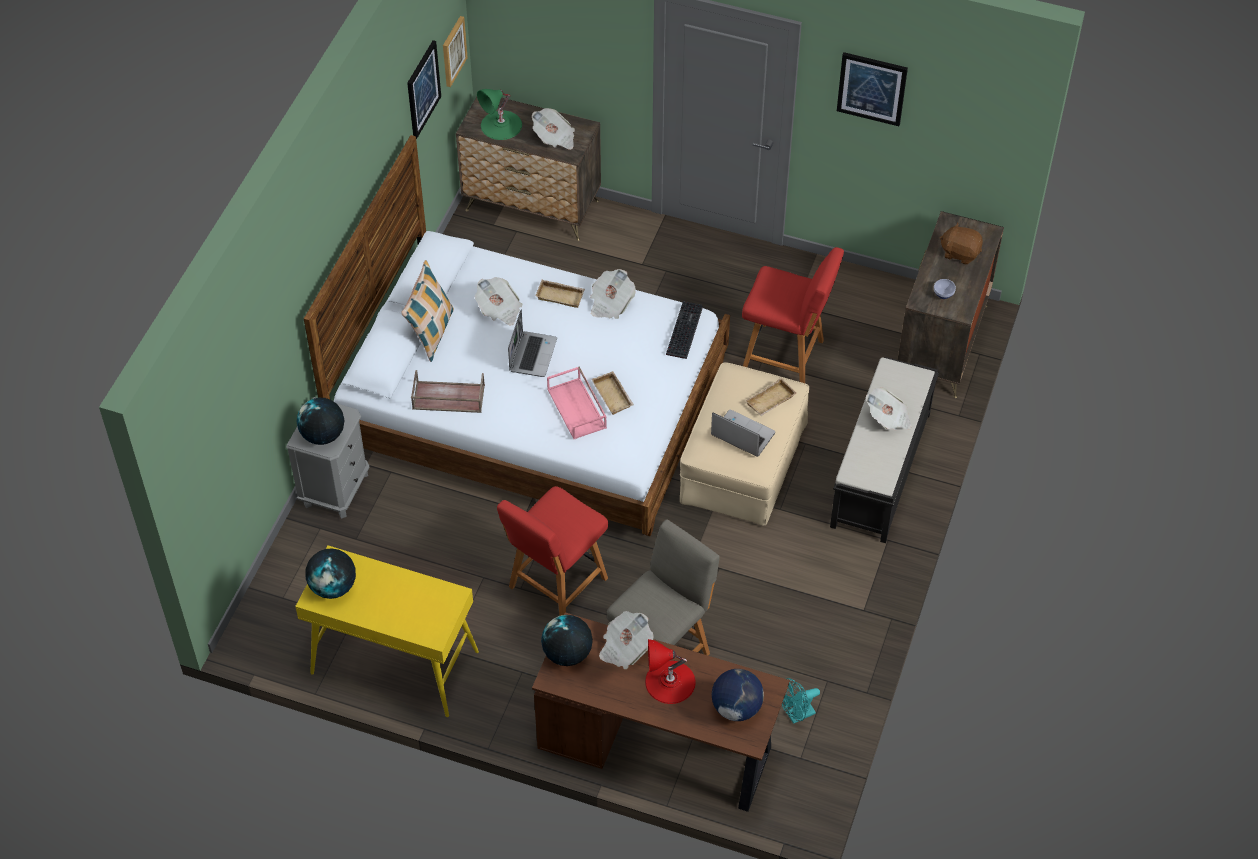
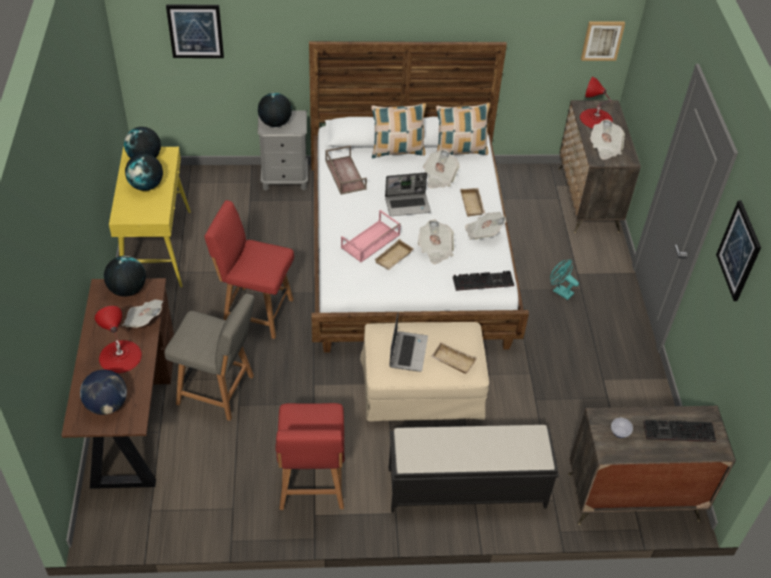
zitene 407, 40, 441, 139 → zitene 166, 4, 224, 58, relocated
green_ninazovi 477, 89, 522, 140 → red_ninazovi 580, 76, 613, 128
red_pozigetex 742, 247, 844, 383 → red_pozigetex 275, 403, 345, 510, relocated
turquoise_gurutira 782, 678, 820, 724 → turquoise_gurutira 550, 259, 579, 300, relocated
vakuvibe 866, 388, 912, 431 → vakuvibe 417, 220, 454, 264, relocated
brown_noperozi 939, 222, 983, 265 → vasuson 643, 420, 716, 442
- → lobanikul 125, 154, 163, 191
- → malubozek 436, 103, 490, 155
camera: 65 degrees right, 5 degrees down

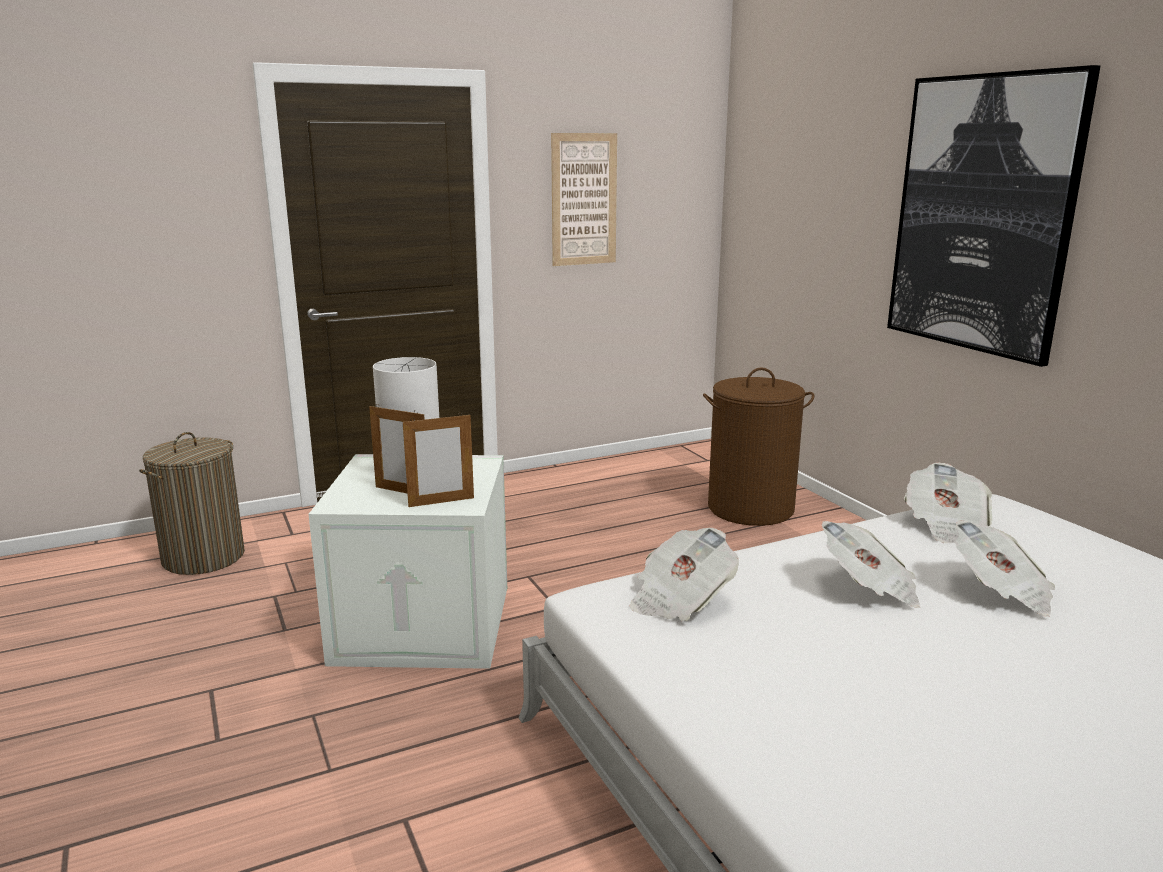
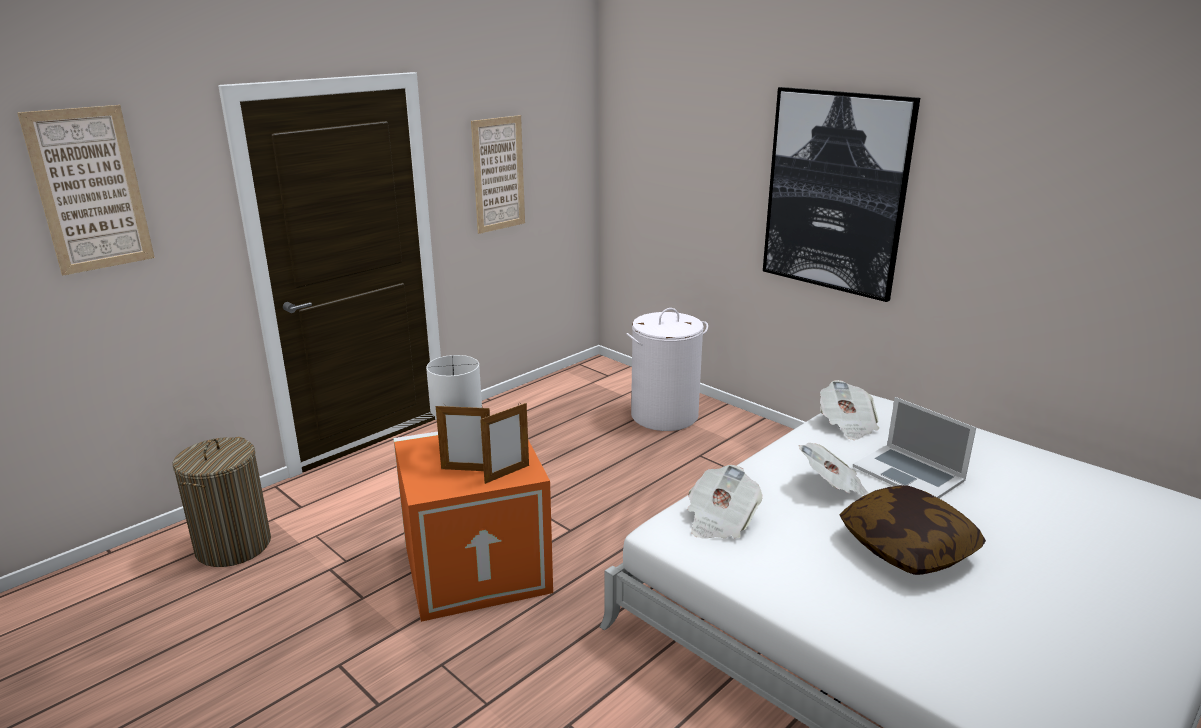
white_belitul 308, 454, 507, 669 → orange_belitul 393, 432, 553, 622
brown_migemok 703, 367, 814, 526 → white_migemok 627, 308, 708, 431
vakuvibe 955, 520, 1055, 617 → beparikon 853, 397, 976, 498
- → zitene 17, 105, 155, 276
- → malubozek 840, 485, 986, 575
camera: 20 degrees left, 5 degrees up

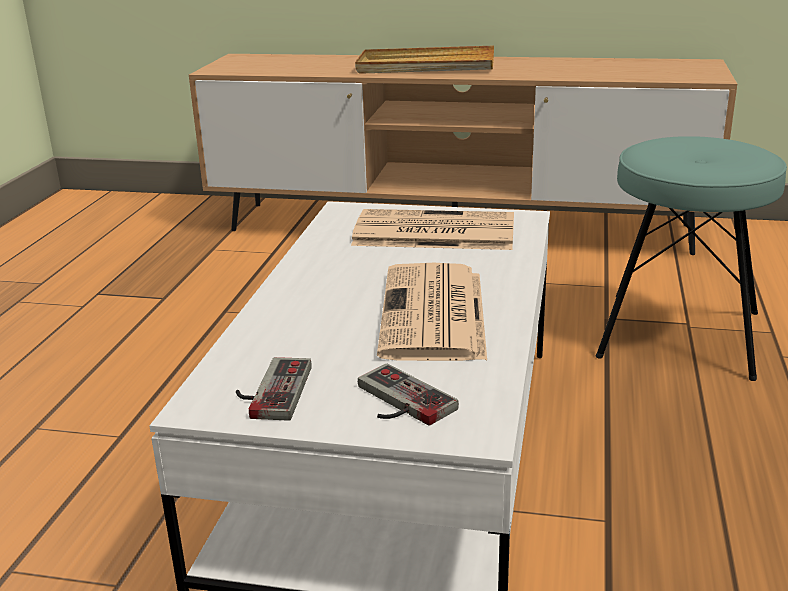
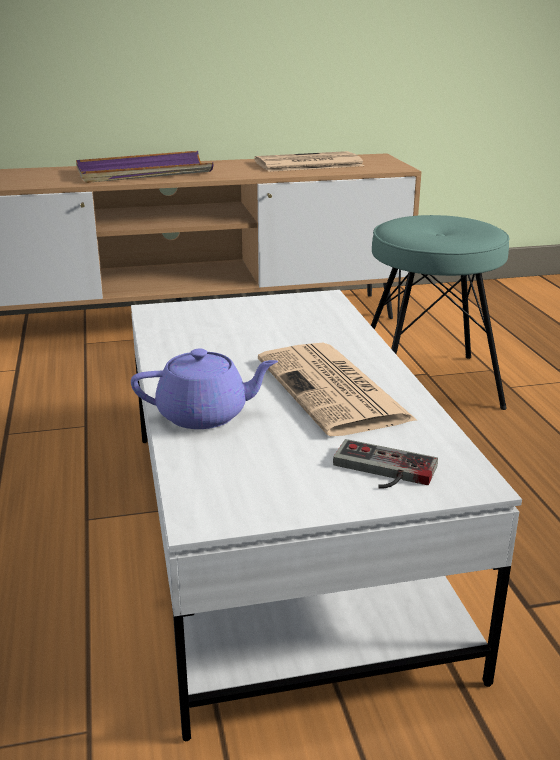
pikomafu 236, 357, 312, 421 → -
vakuvibe 351, 209, 514, 250 → vakuvibe 255, 151, 364, 172, relocated
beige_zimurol 355, 46, 494, 74 → purple_zimurol 76, 151, 213, 183
- → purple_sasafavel 131, 348, 278, 429
camera: 25 degrees left, 0 degrees up

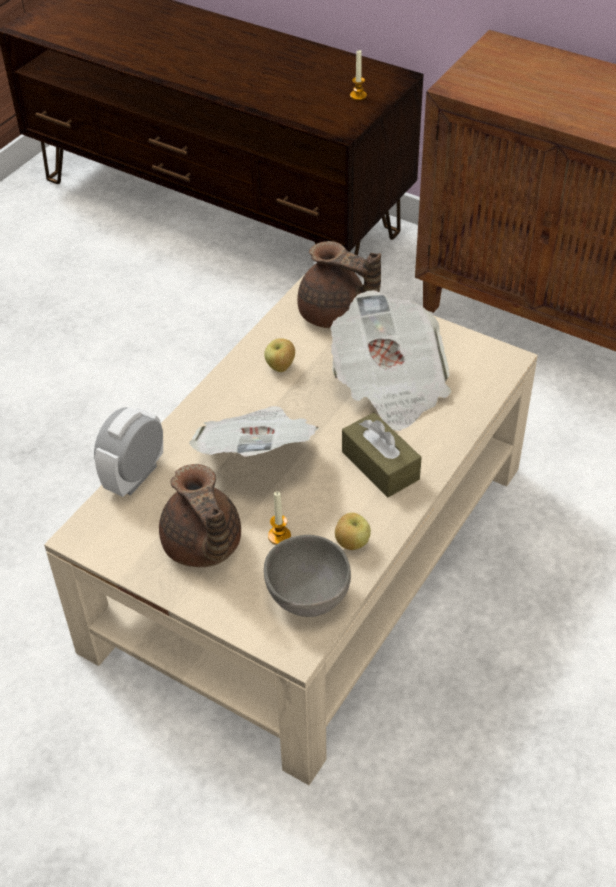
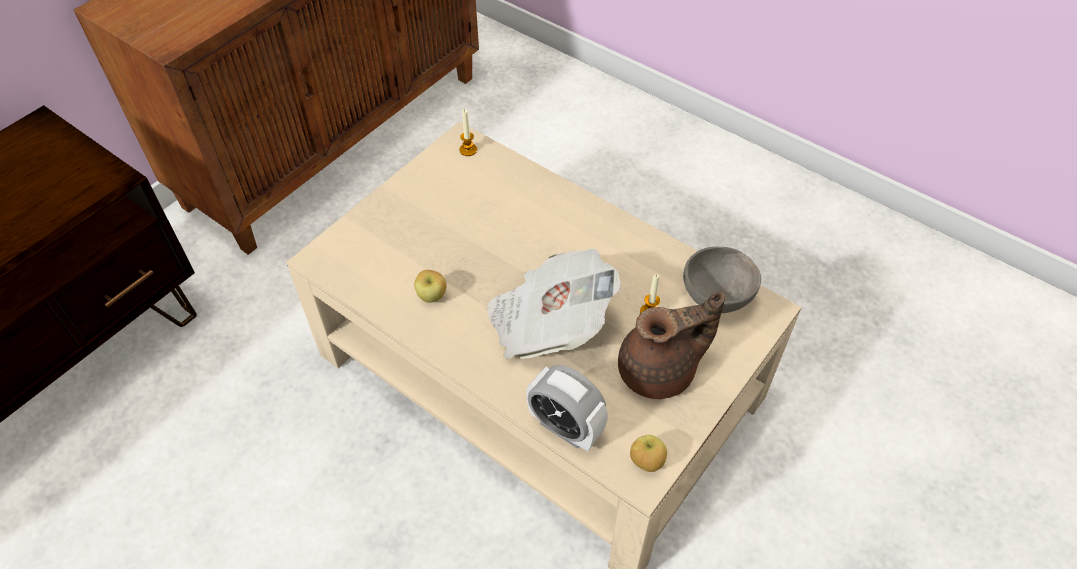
brown_sasafavel 297, 241, 381, 328 → -
vakuvibe 331, 290, 451, 431 → -
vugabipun 335, 513, 371, 550 → vugabipun 630, 435, 667, 472, relocated
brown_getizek 342, 412, 422, 497 → -
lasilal 350, 50, 367, 100 → lasilal 459, 109, 477, 156, relocated
camera: 85 degrees left, 5 degrees up

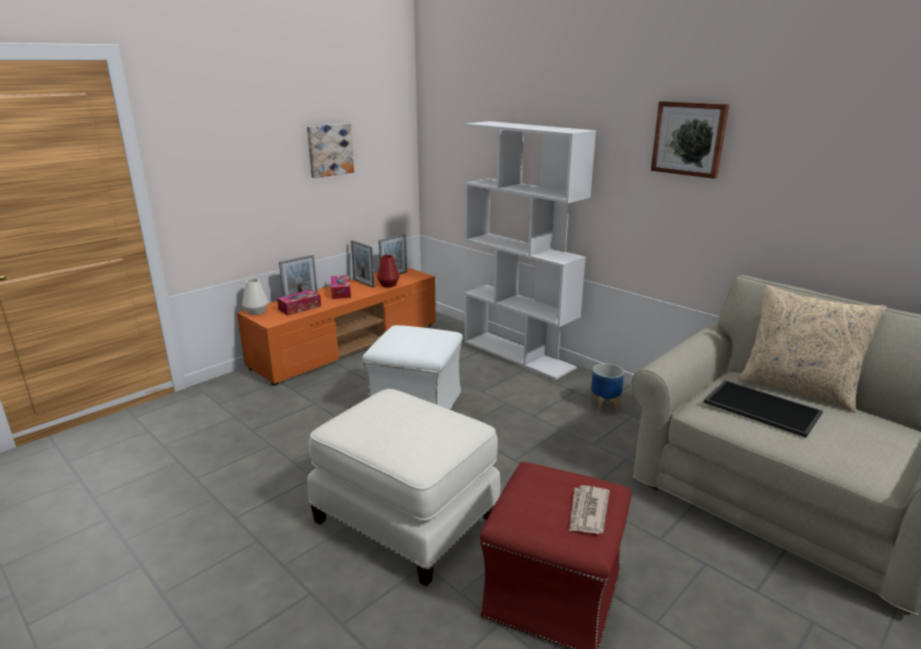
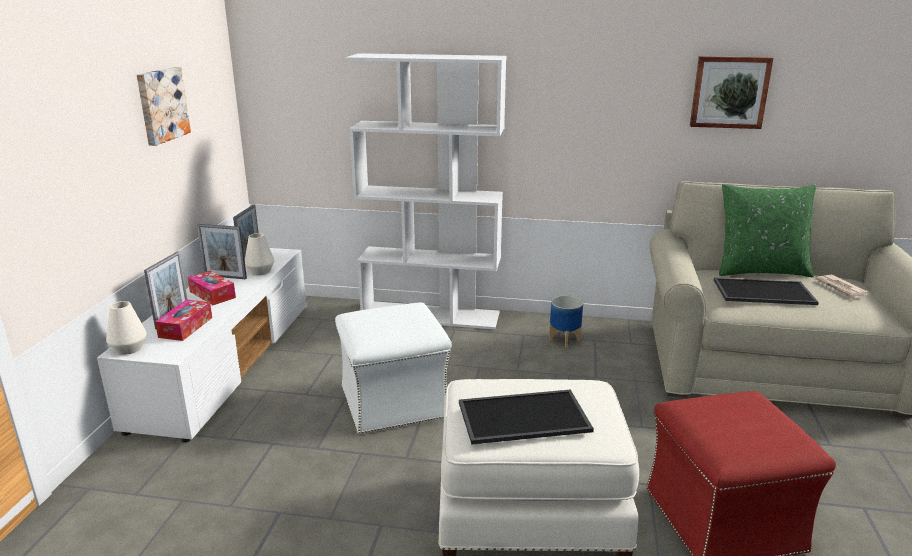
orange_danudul 237, 267, 436, 385 → white_danudul 97, 248, 306, 442
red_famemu 377, 255, 400, 287 → white_famemu 245, 233, 275, 275
vakuvibe 569, 485, 610, 534 → vakuvibe 814, 275, 869, 300, relocated
zitene 651, 101, 729, 179 → zitene 690, 56, 773, 129, relocated
beige_malubozek 738, 285, 886, 413 → green_malubozek 719, 184, 816, 277
- → zimurol 459, 389, 594, 445
camera: 35 degrees left, 0 degrees up

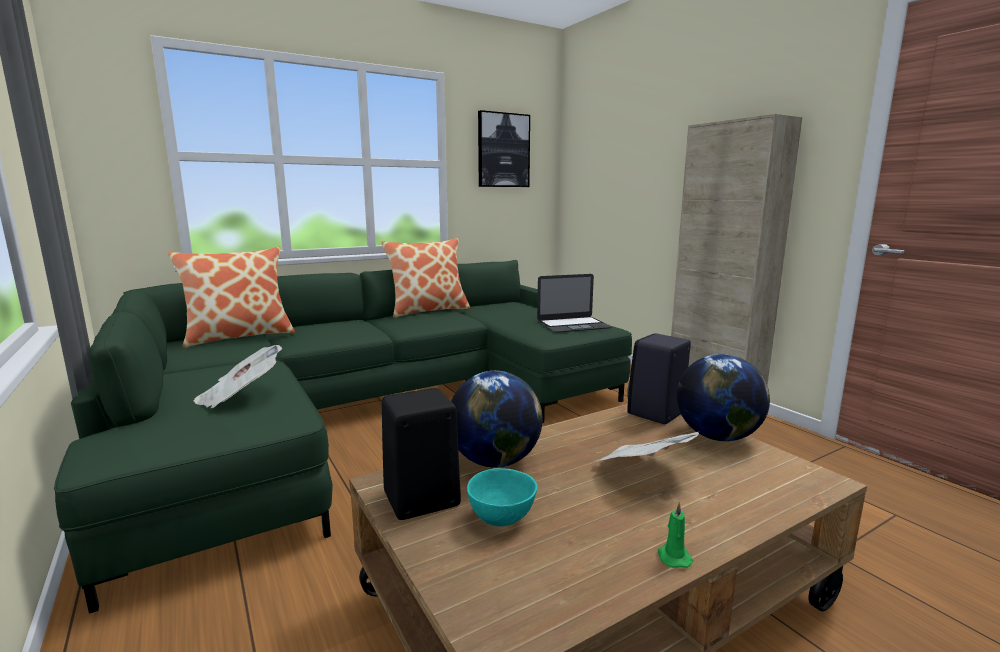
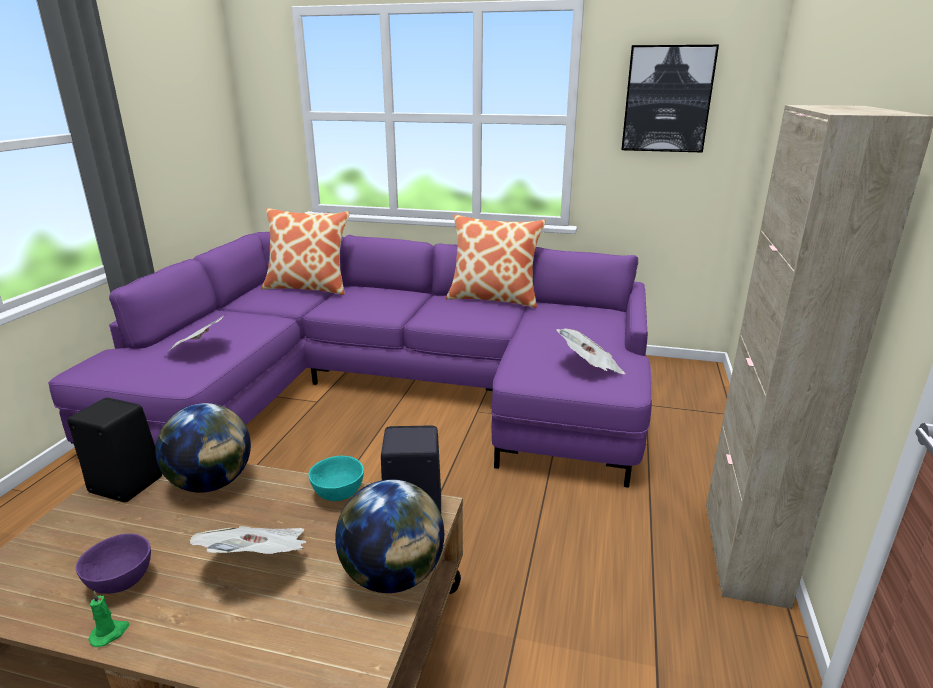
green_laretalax 54, 260, 632, 614 → purple_laretalax 48, 232, 652, 488
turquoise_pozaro 467, 468, 537, 527 → turquoise_pozaro 308, 456, 364, 501, relocated
beparikon 537, 274, 612, 333 → vakuvibe 557, 328, 626, 374
- → purple_pozaro 76, 534, 151, 594
camera: 45 degrees right, 10 degrees up

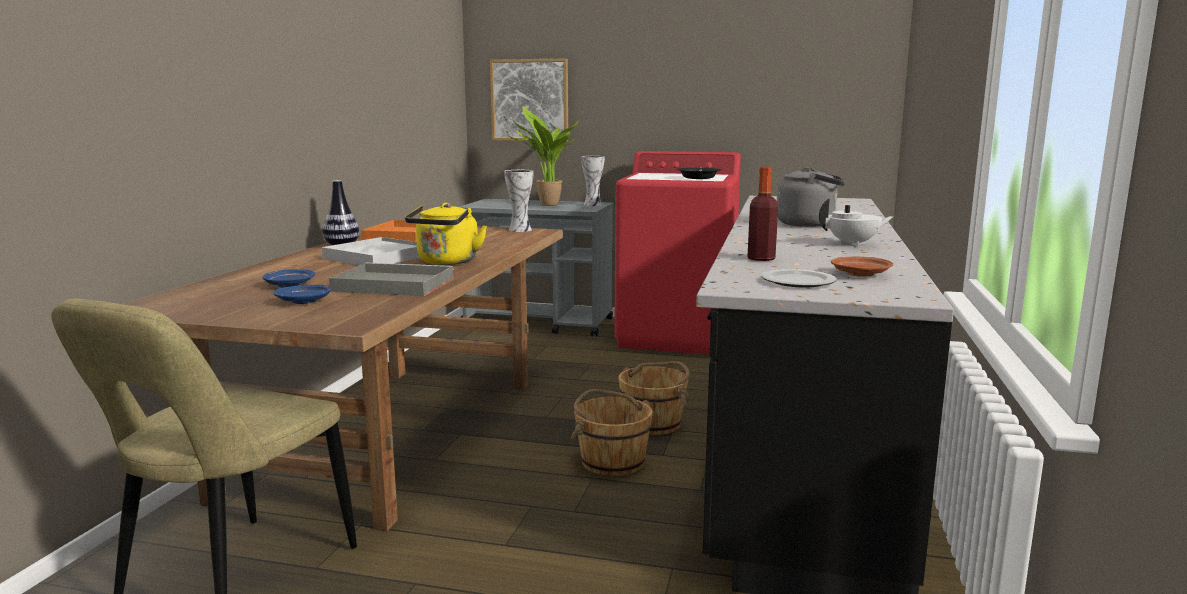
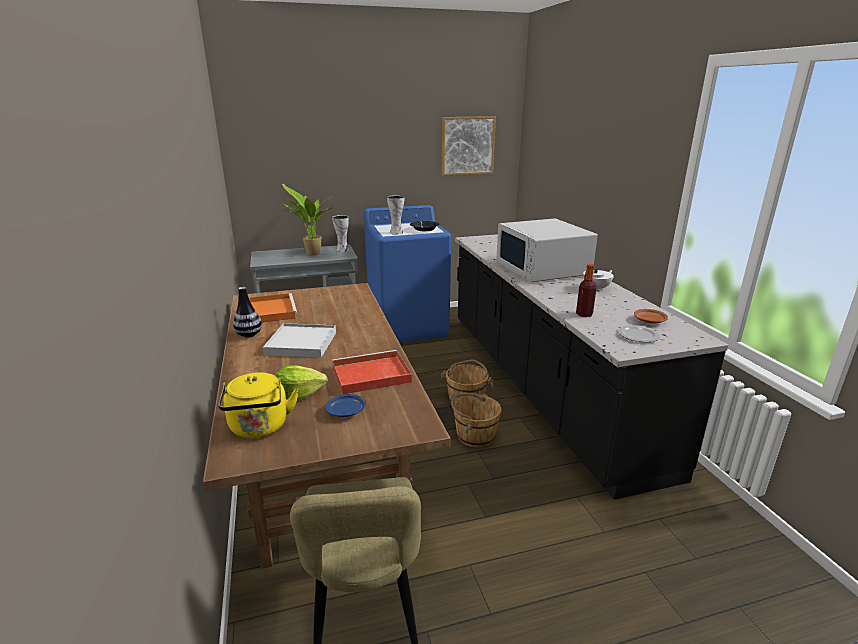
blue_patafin 262, 269, 315, 288 → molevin 274, 366, 328, 401
grey_zimurol 329, 263, 454, 296 → red_zimurol 332, 350, 412, 395
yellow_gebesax 405, 203, 487, 265 → yellow_gebesax 218, 372, 298, 438, relocated
zitene 490, 59, 568, 141 → zitene 442, 116, 496, 176, relocated
famemu 504, 170, 534, 232 → famemu 387, 195, 405, 234, relocated
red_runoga 614, 151, 741, 354 → blue_runoga 364, 205, 451, 343
grey_gebesax 777, 167, 845, 227 → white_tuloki 496, 218, 598, 282
camera: 30 degrees left, 10 degrees up

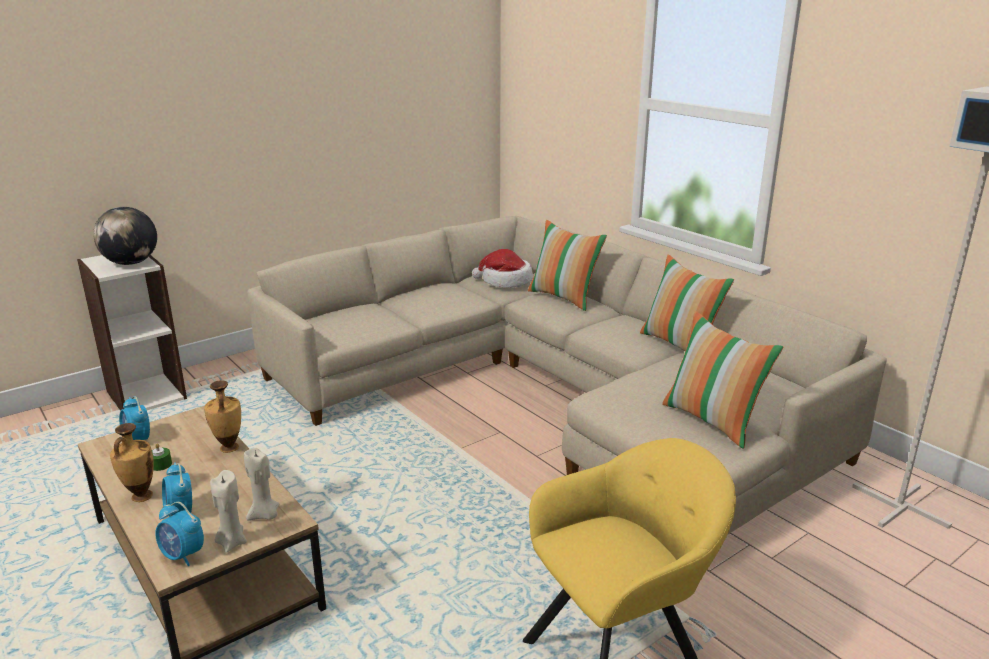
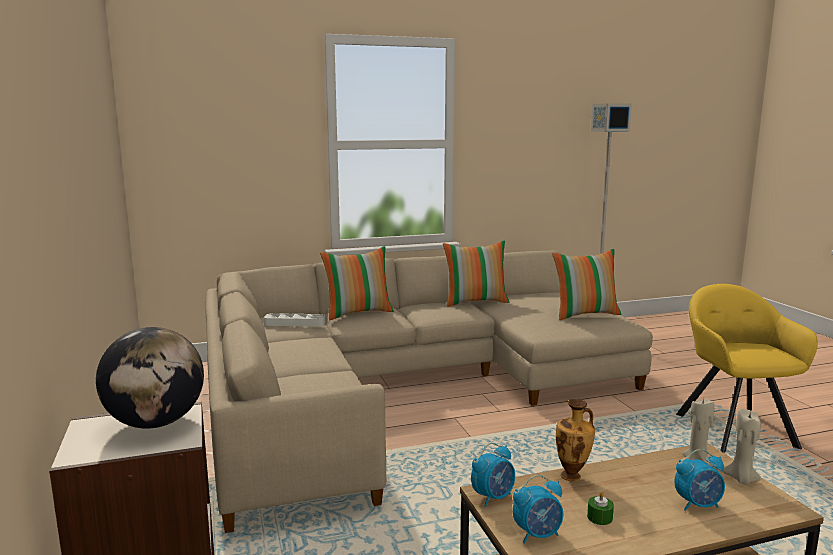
famemu 110, 423, 154, 502 → -
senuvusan 155, 502, 204, 566 → senuvusan 471, 443, 515, 507, relocated
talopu 472, 249, 533, 288 → white_zimurol 264, 313, 325, 327
camera: 70 degrees left, 10 degrees down

